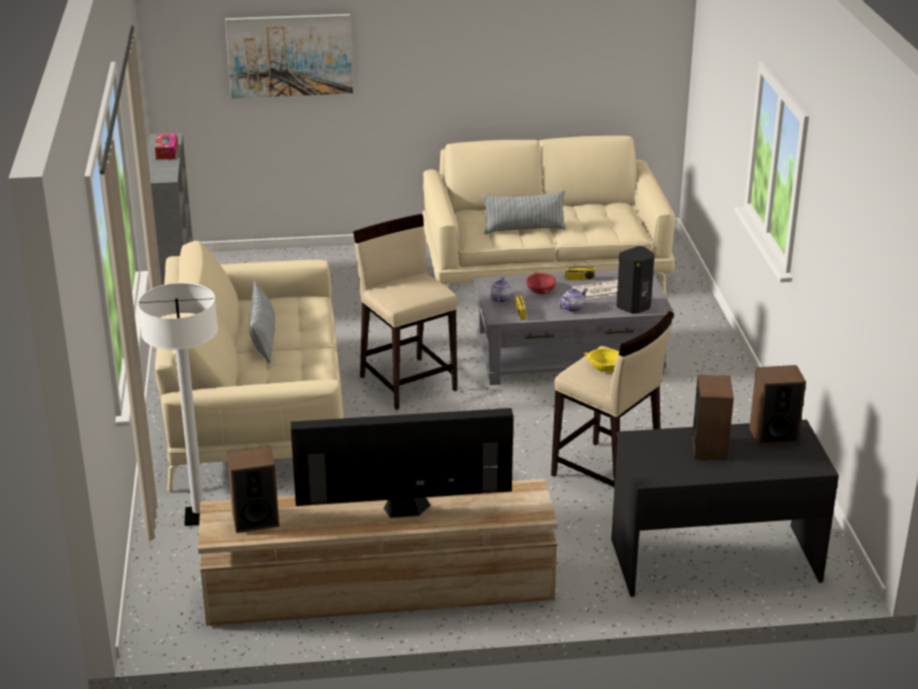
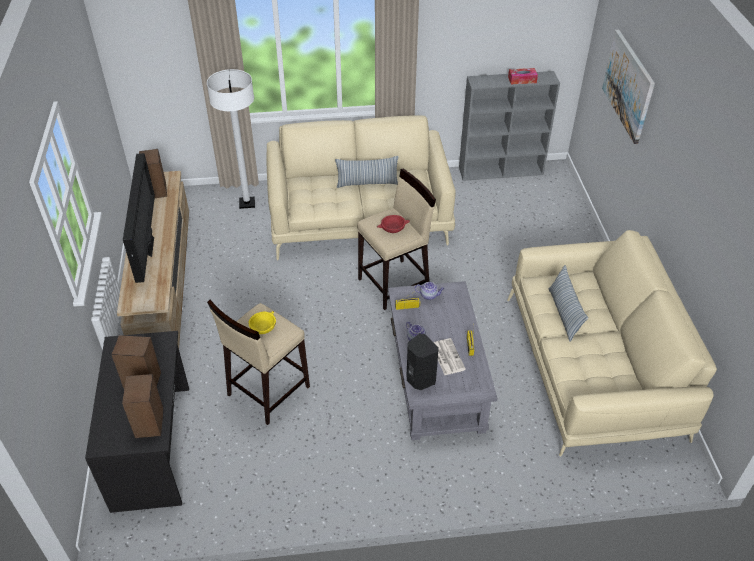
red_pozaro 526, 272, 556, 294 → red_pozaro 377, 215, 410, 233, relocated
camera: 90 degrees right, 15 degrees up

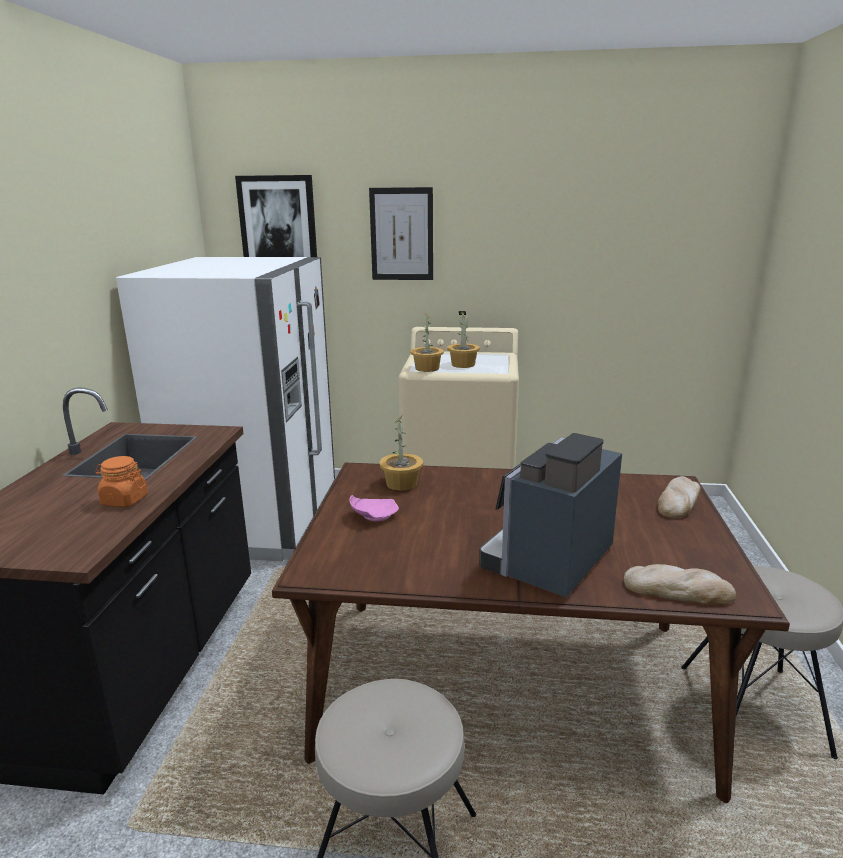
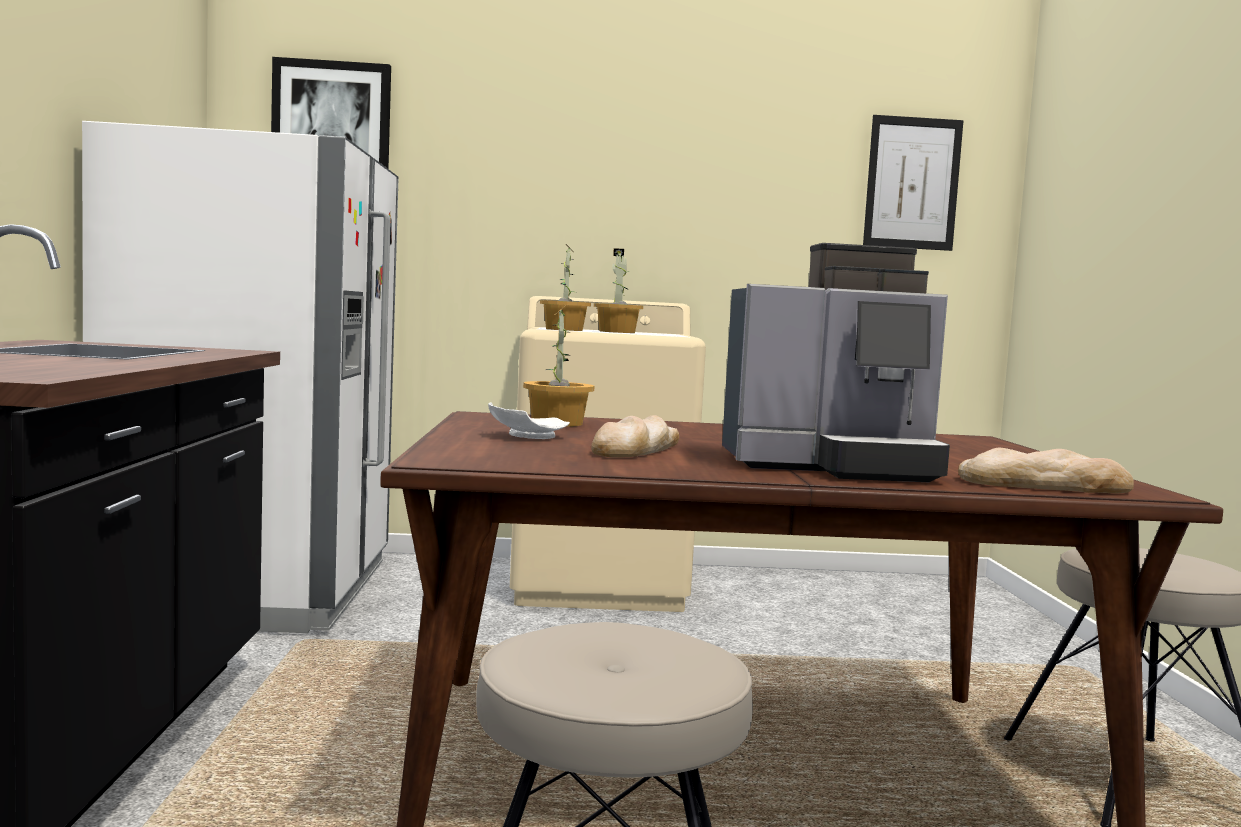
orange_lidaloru 95, 456, 148, 507 → -
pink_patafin 349, 495, 399, 521 → white_patafin 488, 402, 570, 439
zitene 369, 187, 433, 280 → zitene 863, 115, 963, 251, relocated
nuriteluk 479, 433, 622, 598 → nuriteluk 722, 243, 950, 482, 120 degrees counterclockwise
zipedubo 658, 476, 701, 519 → zipedubo 591, 415, 679, 458, relocated
camera: 10 degrees left, 15 degrees down

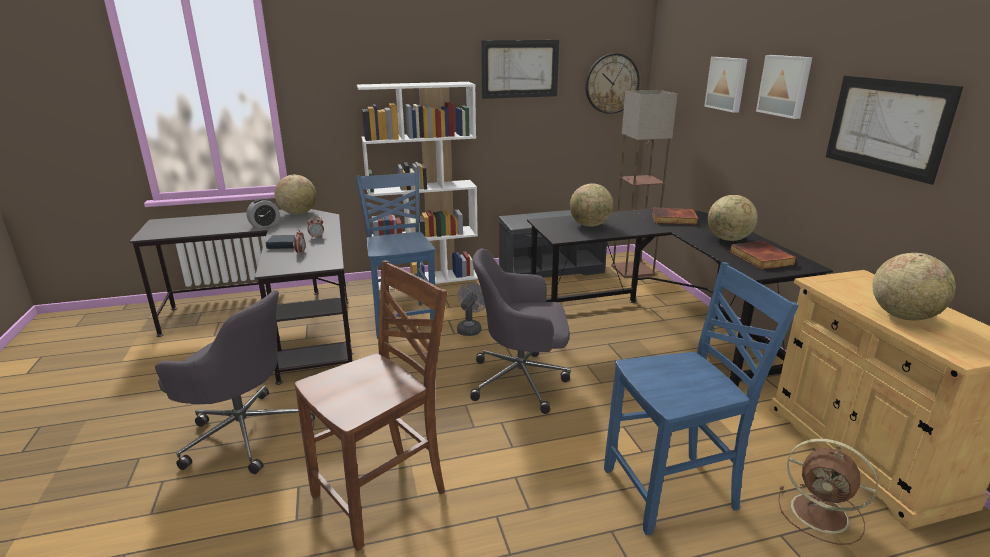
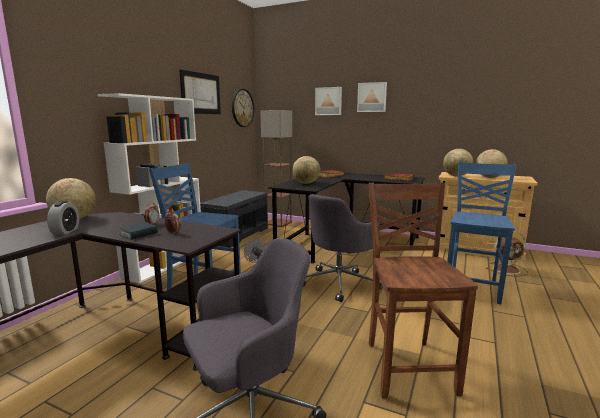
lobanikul 708, 195, 758, 241 → lobanikul 443, 149, 473, 176, relocated
zitene 826, 76, 964, 185 → -
camera: 50 degrees left, 10 degrees down

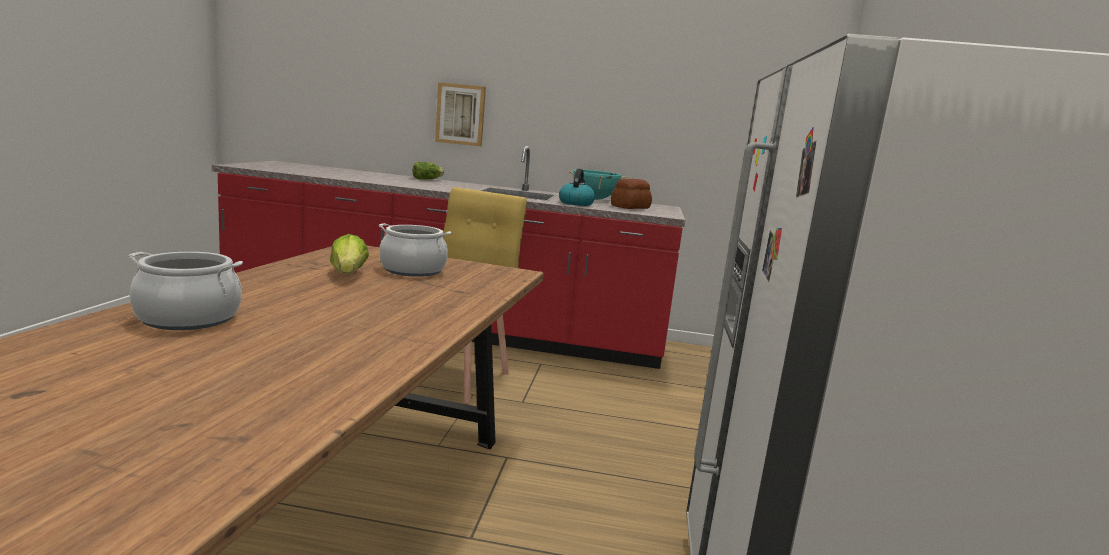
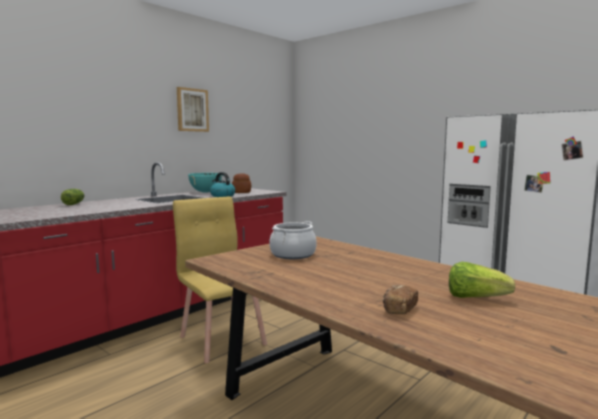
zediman 128, 252, 243, 330 → zipedubo 383, 285, 418, 314
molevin 330, 234, 369, 274 → molevin 449, 262, 515, 298, relocated
zitene 435, 82, 486, 147 → zitene 177, 87, 209, 132, relocated
camera: 55 degrees left, 5 degrees down

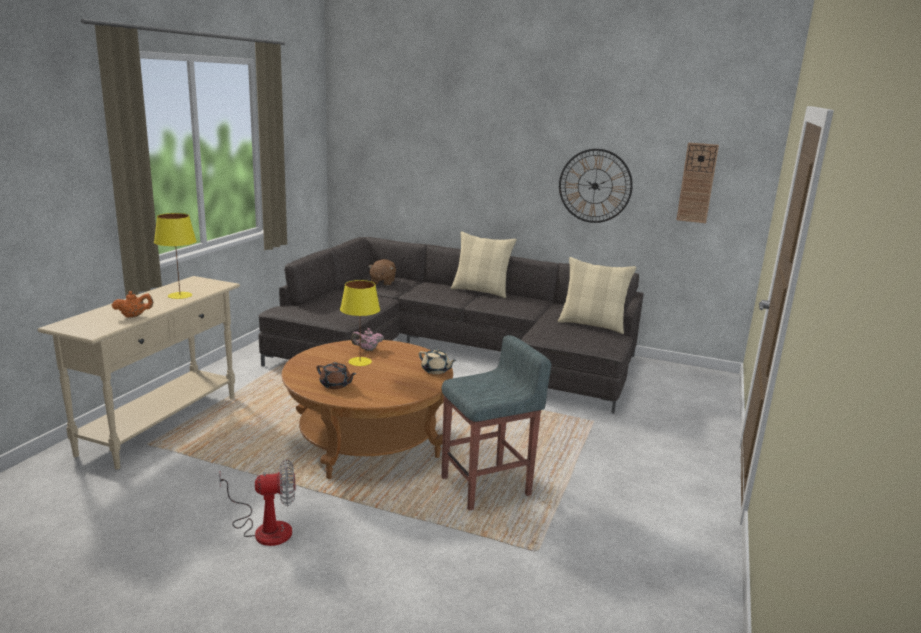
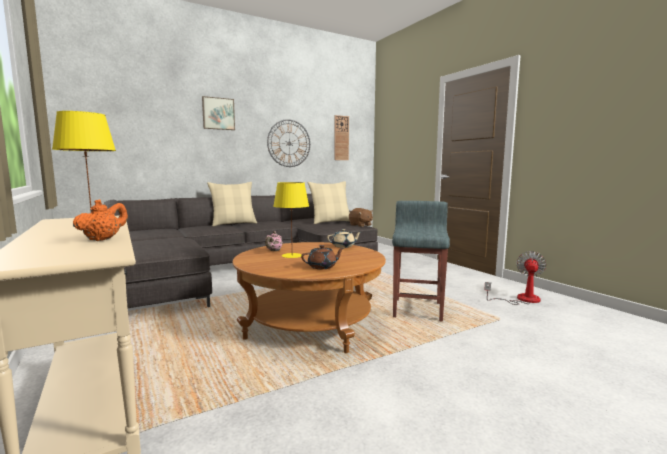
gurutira 219, 459, 296, 546 → gurutira 484, 251, 546, 305, relocated
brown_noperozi 368, 259, 396, 286 → brown_noperozi 349, 208, 373, 227, relocated
- → zitene 202, 96, 235, 130
camera: 50 degrees left, 10 degrees down

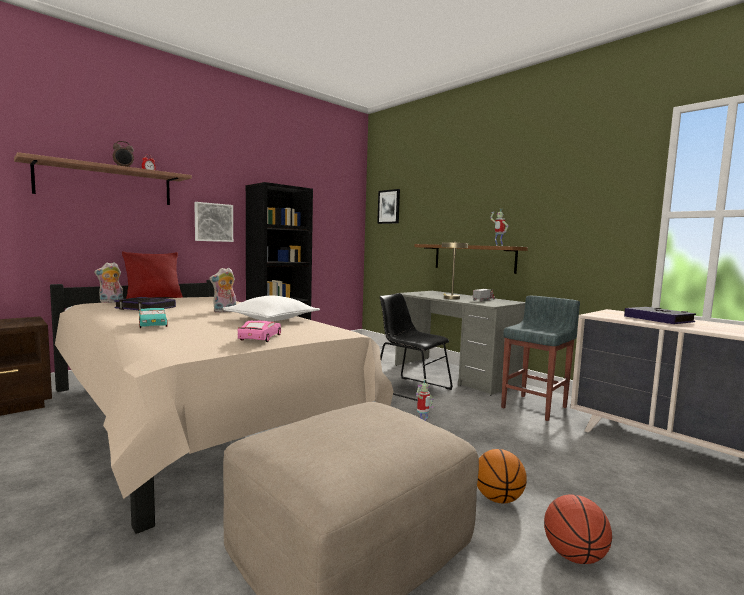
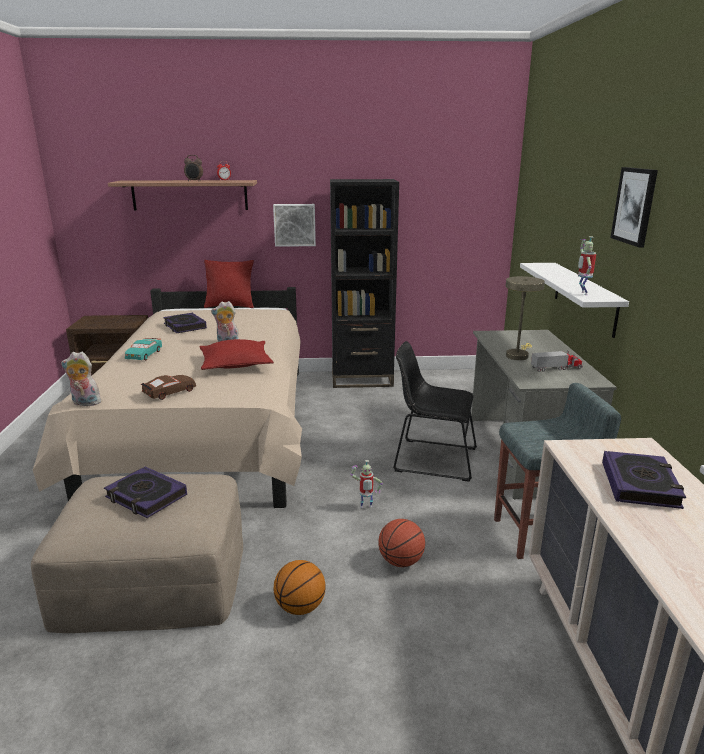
noperozi 94, 262, 123, 303 → noperozi 61, 352, 101, 406, relocated
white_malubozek 223, 296, 320, 321 → red_malubozek 200, 339, 274, 370
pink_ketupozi 238, 321, 281, 342 → brown_ketupozi 141, 375, 196, 400
zitene 377, 189, 400, 224 → zitene 610, 167, 658, 247, relocated
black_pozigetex 380, 293, 453, 401 → black_pozigetex 393, 341, 477, 482, 60 degrees counterclockwise
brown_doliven 414, 244, 528, 274 → white_doliven 520, 263, 629, 338
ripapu 544, 494, 612, 564 → ripapu 378, 519, 425, 567, relocated
- → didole 104, 467, 187, 518
camera: 40 degrees right, 15 degrees up

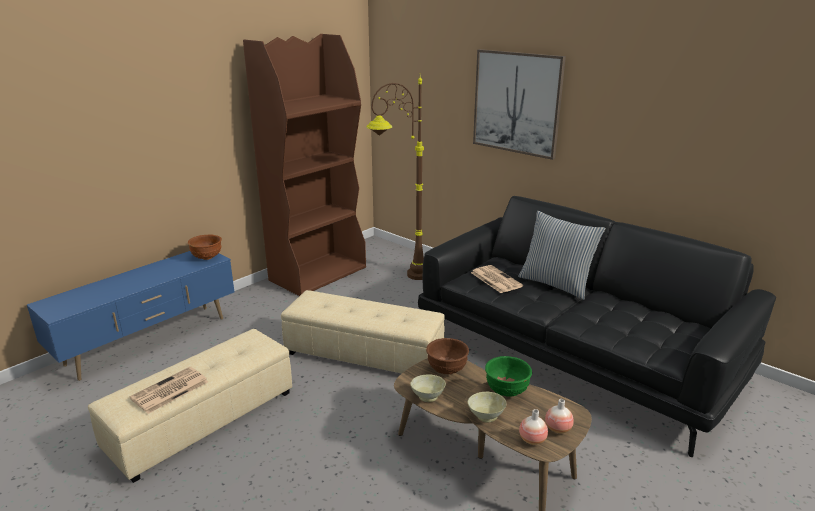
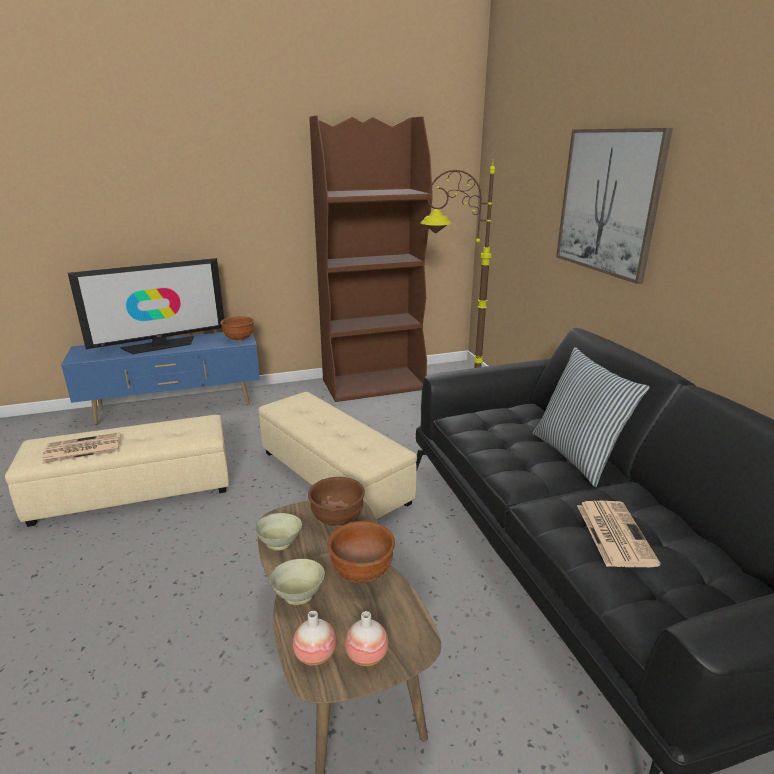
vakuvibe 471, 265, 523, 293 → vakuvibe 577, 501, 661, 567, relocated
green_pozaro 485, 356, 532, 396 → brown_pozaro 327, 521, 395, 583
- → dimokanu 68, 258, 225, 354
camera: 30 degrees right, 0 degrees up

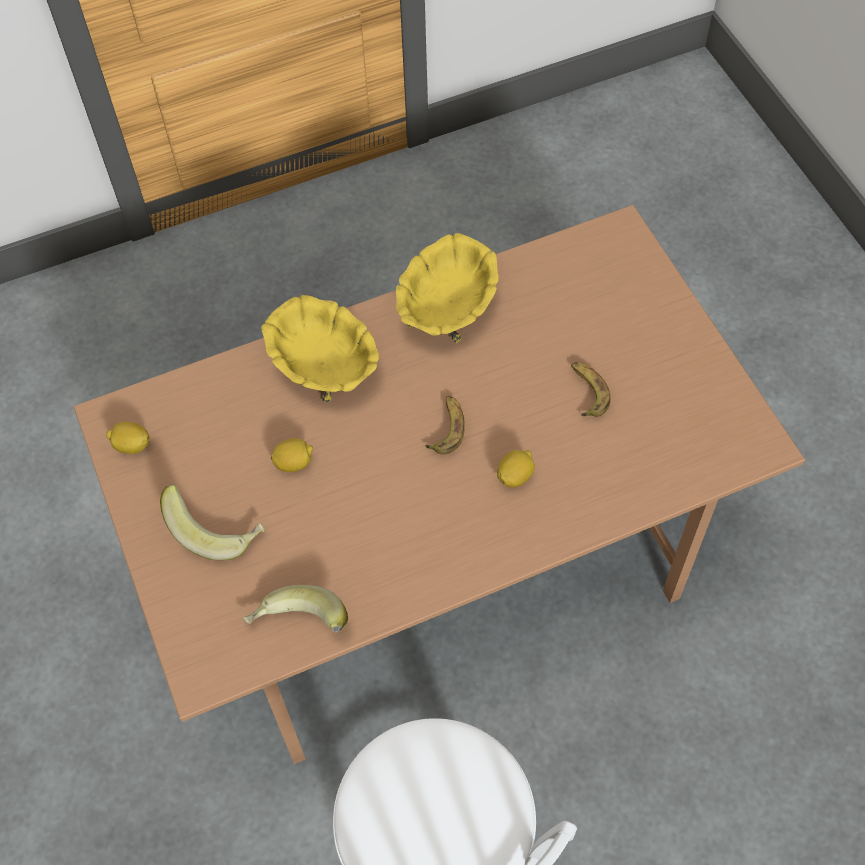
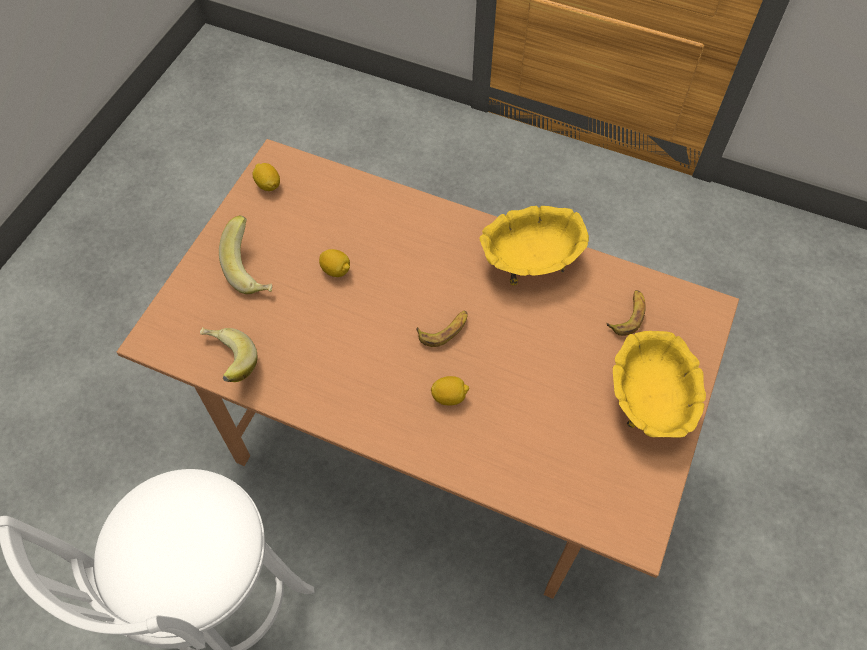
yellow_pozaro 261, 295, 379, 402 → yellow_pozaro 613, 331, 706, 437, relocated
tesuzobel 571, 362, 611, 417 → tesuzobel 606, 290, 645, 336, relocated
camera: 45 degrees right, 0 degrees up

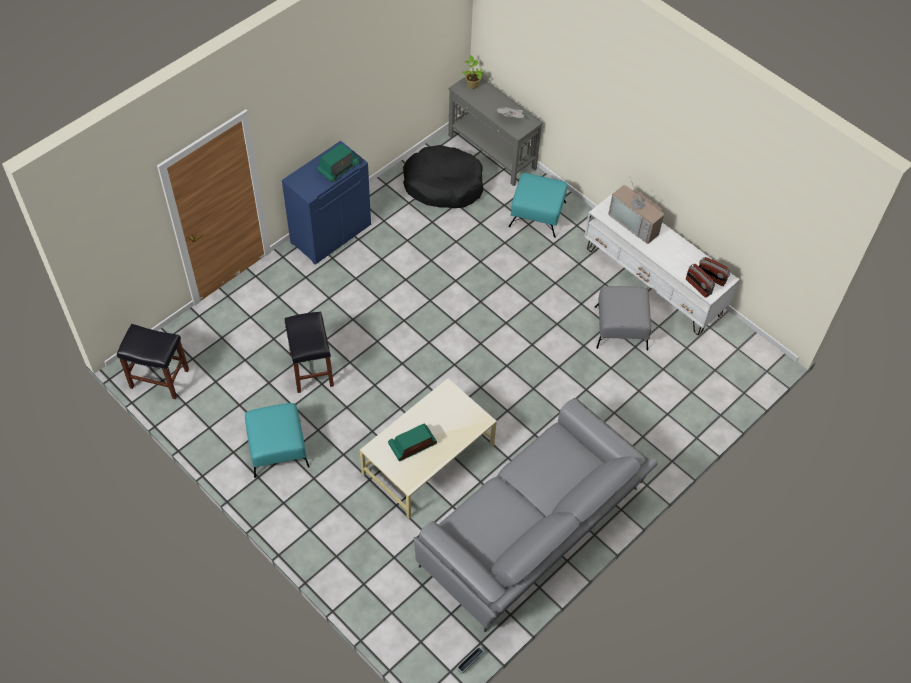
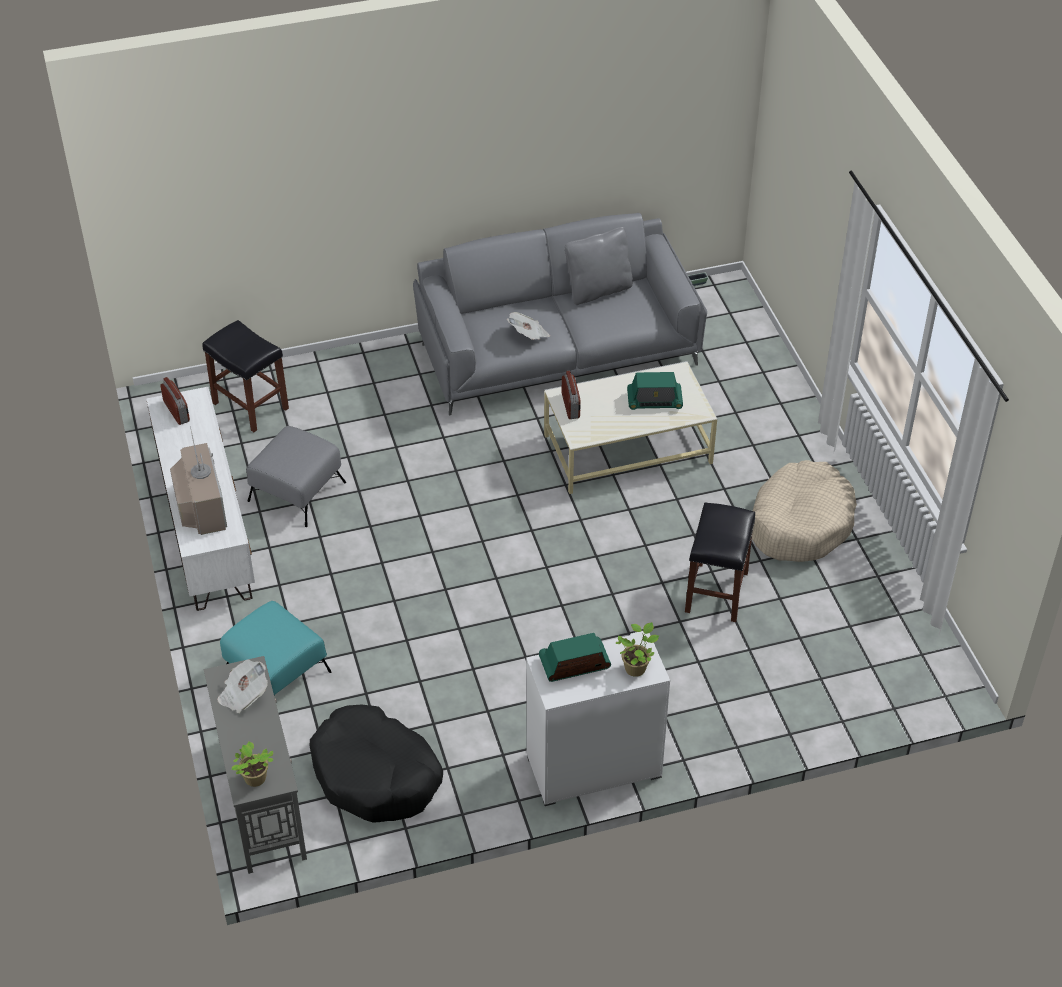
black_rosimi 117, 324, 189, 399 → black_rosimi 202, 320, 289, 432, relocated
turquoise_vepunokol 245, 403, 310, 478 → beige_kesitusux 752, 460, 857, 562
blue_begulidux 282, 141, 371, 264 → white_begulidux 526, 631, 670, 806
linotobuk 686, 264, 715, 298 → linotobuk 561, 371, 581, 419, relocated
- → vakuvibe 507, 312, 550, 340
- → grey_malubozek 565, 227, 633, 305
- → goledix 616, 622, 659, 677
camera: 150 degrees left, 10 degrees down

